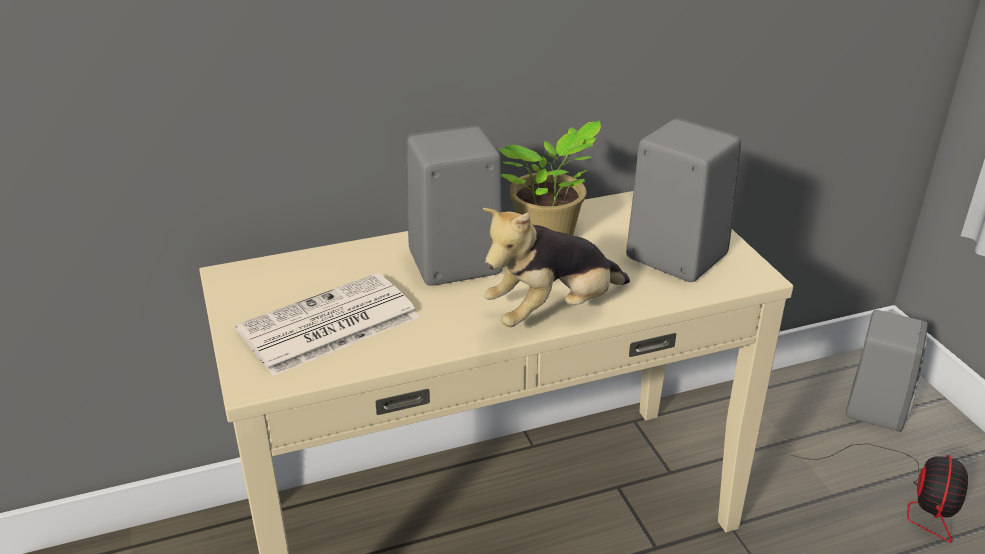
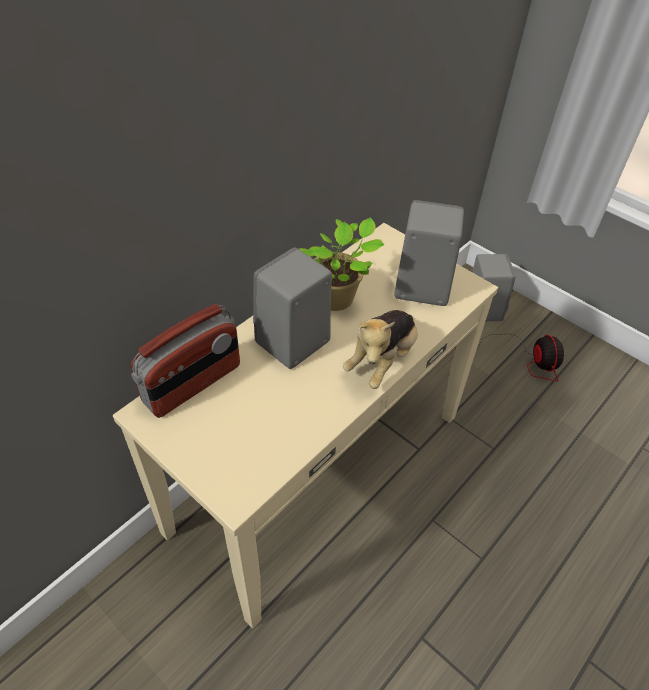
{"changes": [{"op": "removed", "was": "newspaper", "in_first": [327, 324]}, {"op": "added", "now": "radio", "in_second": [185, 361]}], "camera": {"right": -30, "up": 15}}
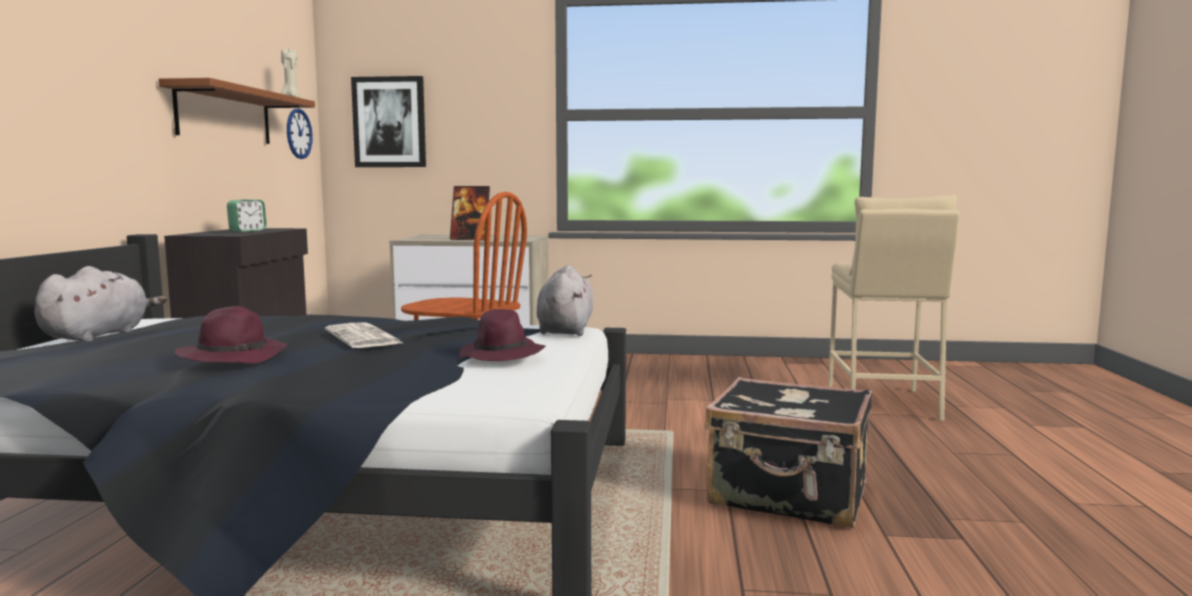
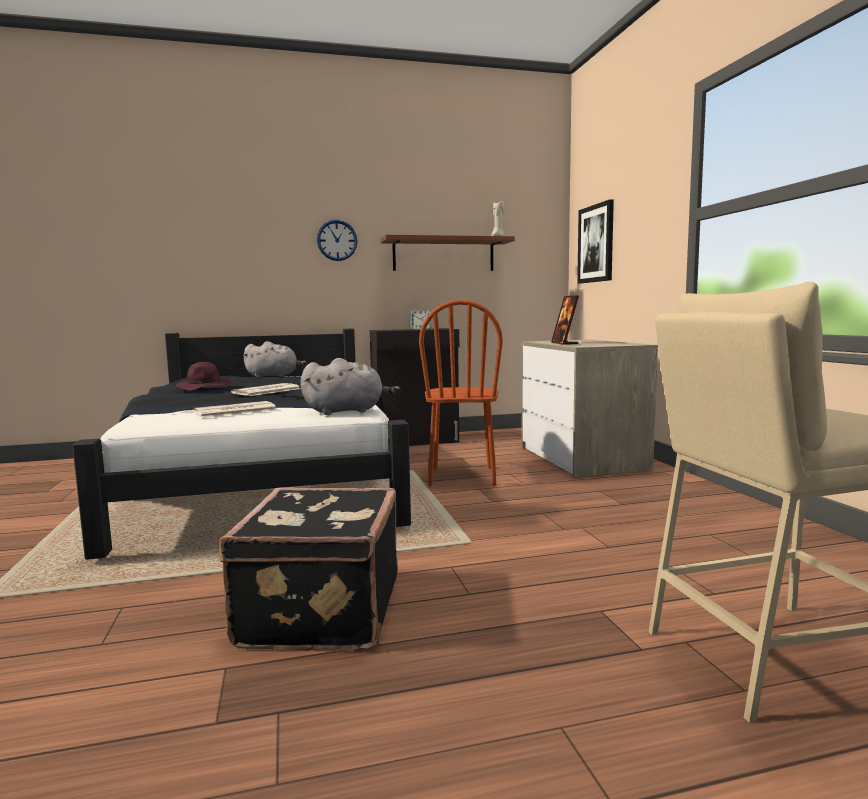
{"changes": [{"op": "moved", "was": "wall clock", "in_first": [300, 133], "in_second": [337, 240]}, {"op": "replaced", "was": "purple hat", "now": "newspaper", "in_first": [502, 335], "in_second": [235, 409]}], "camera": {"right": 70, "up": 0}}
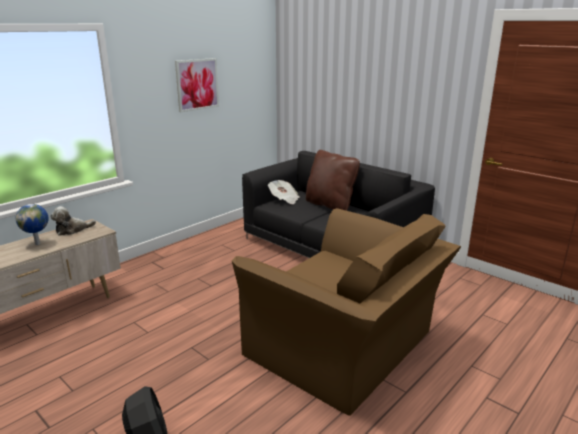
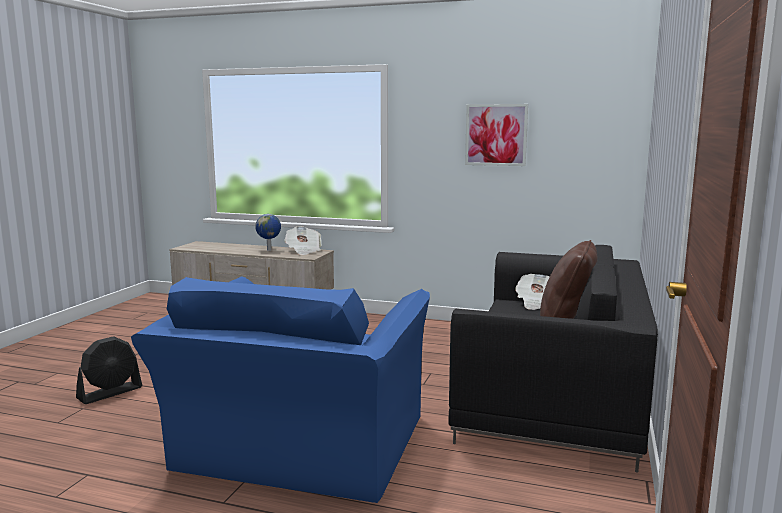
{"changes": [{"op": "replaced", "was": "plush toy", "now": "newspaper", "in_first": [73, 221], "in_second": [302, 240]}, {"op": "recoloured", "was": "brown armchair", "now": "blue armchair", "in_first": [346, 312], "in_second": [280, 389]}], "camera": {"right": 65, "up": -10}}
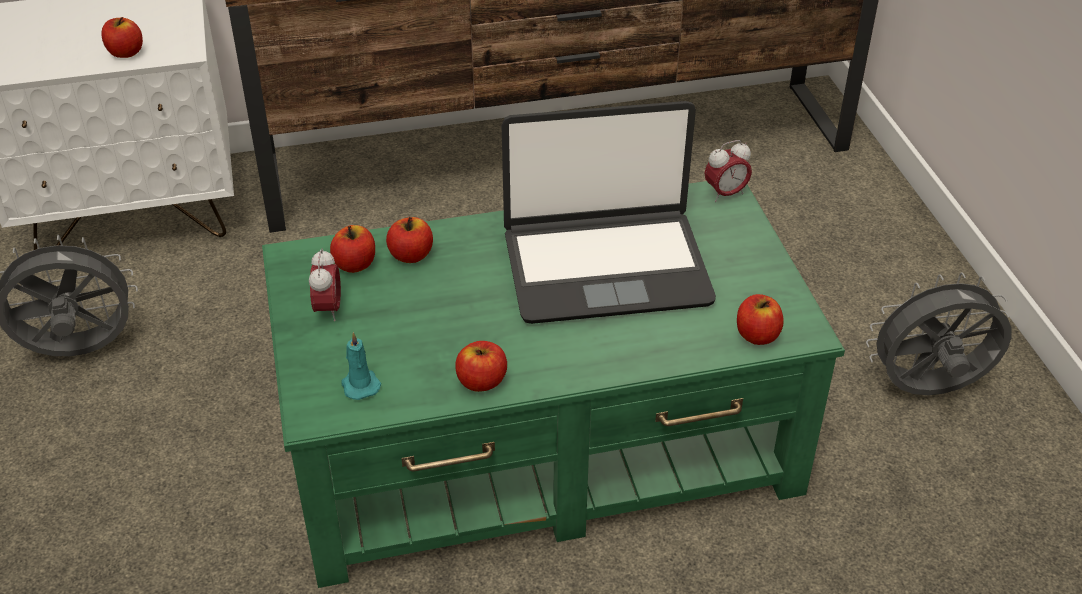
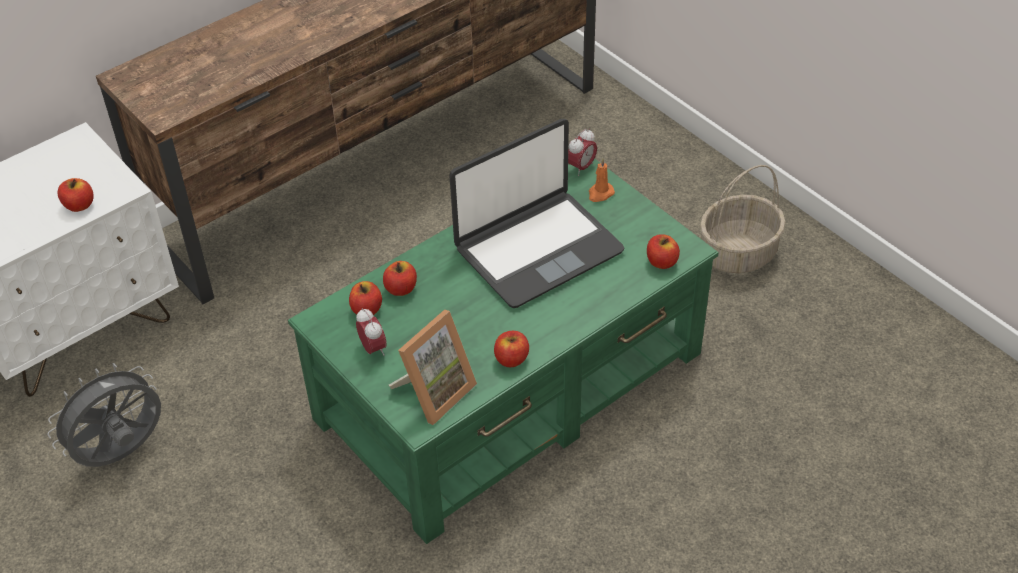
{"changes": [{"op": "replaced", "was": "turquoise candle", "now": "picture frame", "in_first": [361, 366], "in_second": [433, 367]}, {"op": "replaced", "was": "grey fan", "now": "basket", "in_first": [938, 333], "in_second": [742, 219]}, {"op": "added", "now": "orange candle", "in_second": [602, 180]}], "camera": {"right": -25, "up": 5}}
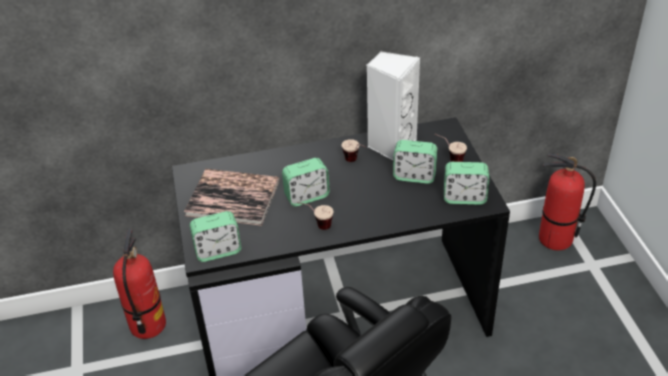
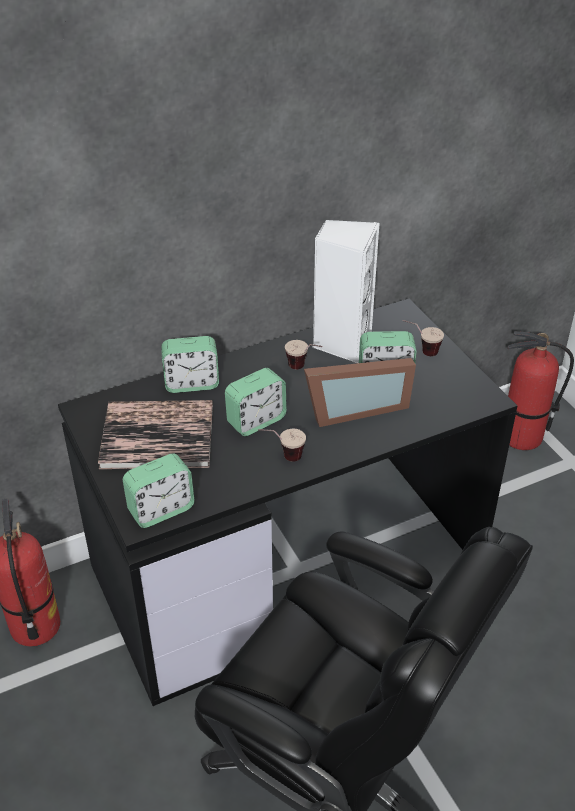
{"changes": [{"op": "moved", "was": "alarm clock", "in_first": [466, 183], "in_second": [190, 364]}, {"op": "added", "now": "picture frame", "in_second": [360, 392]}], "camera": {"right": -15, "up": 0}}
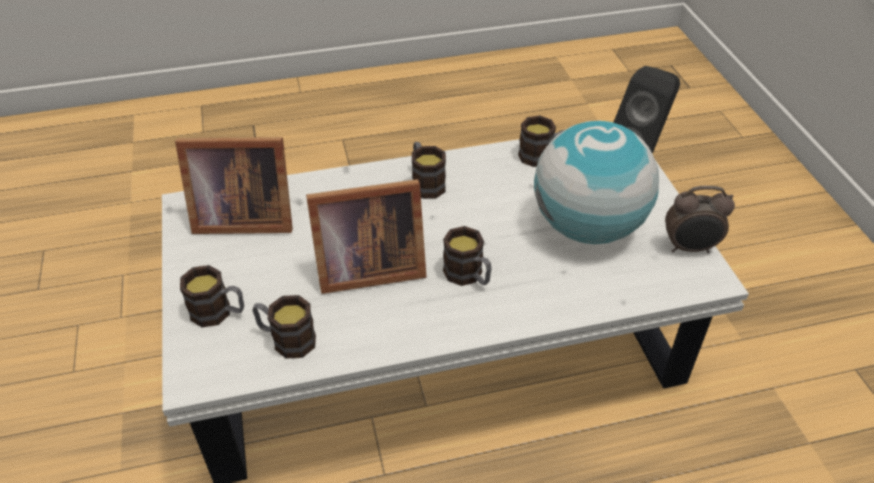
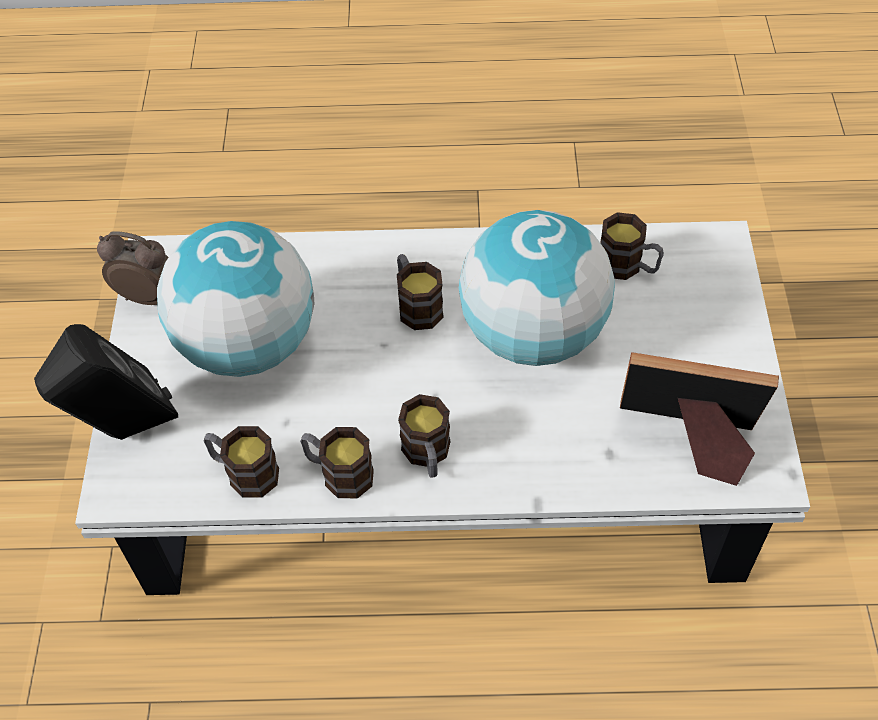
{"changes": [{"op": "moved", "was": "mug", "in_first": [212, 296], "in_second": [337, 462]}, {"op": "replaced", "was": "picture frame", "now": "globe", "in_first": [366, 236], "in_second": [537, 288]}], "camera": {"right": -165, "up": 10}}
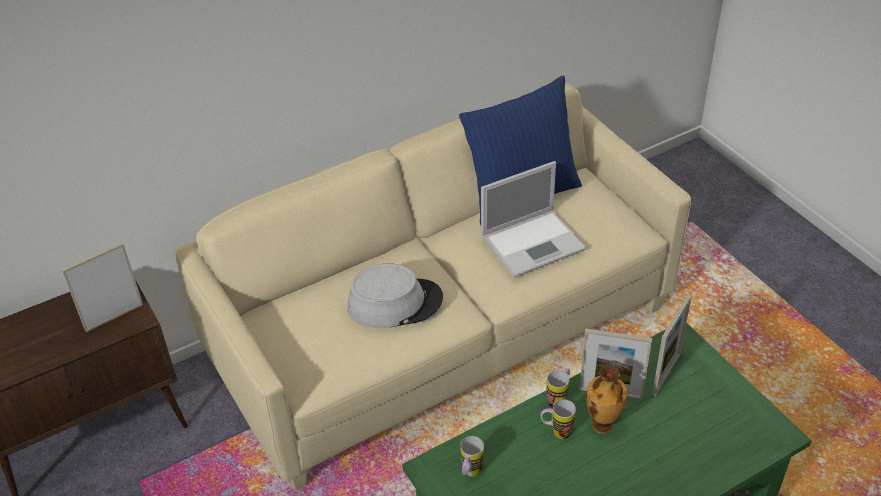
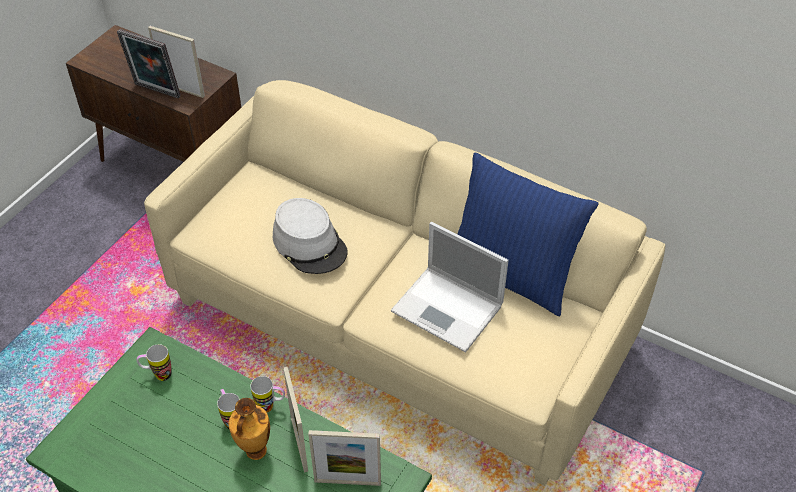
{"changes": [{"op": "added", "now": "picture frame", "in_second": [149, 64]}], "camera": {"right": 60, "up": 5}}
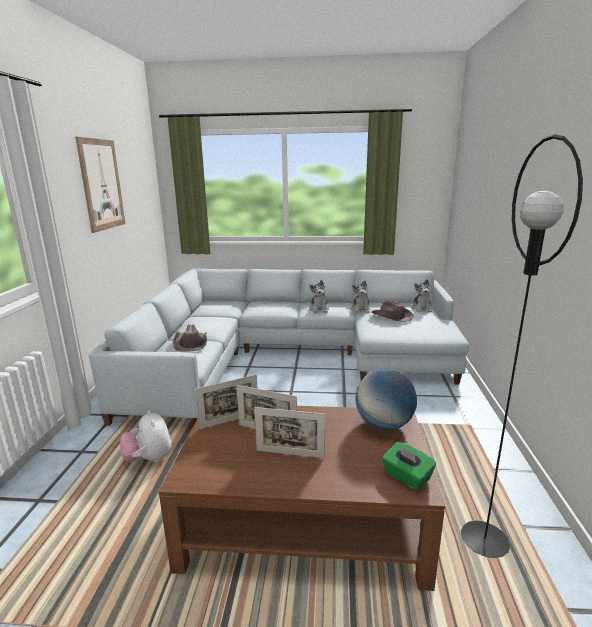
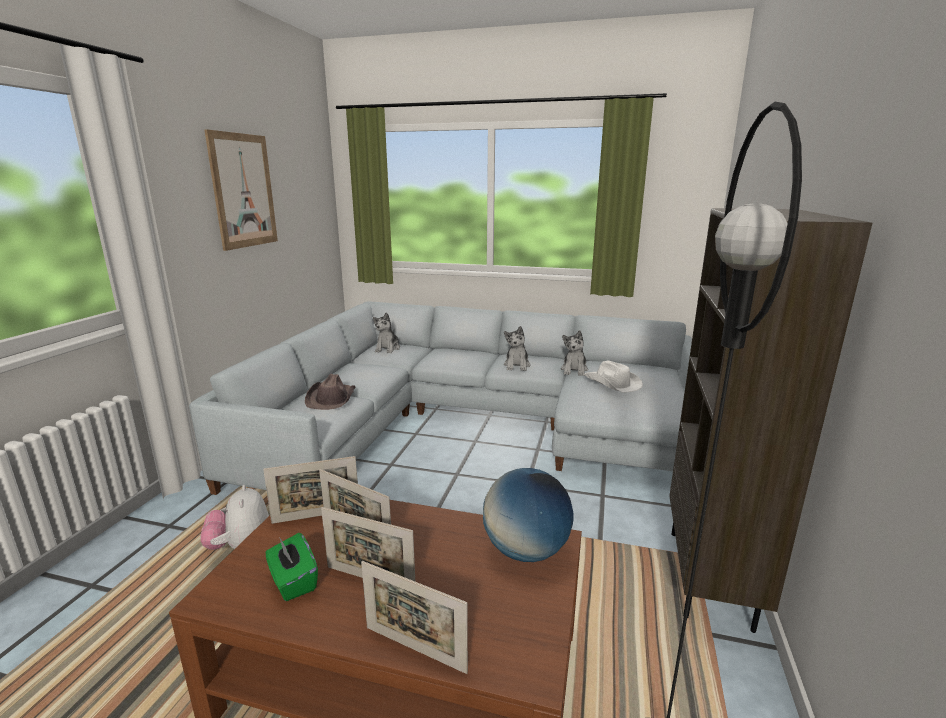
{"changes": [{"op": "recoloured", "was": "brown hat", "now": "white hat", "in_first": [392, 311], "in_second": [613, 377]}, {"op": "moved", "was": "green tissue box", "in_first": [409, 466], "in_second": [292, 567]}, {"op": "moved", "was": "plush toy", "in_first": [421, 295], "in_second": [386, 332]}, {"op": "added", "now": "picture frame", "in_second": [414, 617]}, {"op": "added", "now": "brown bookcase", "in_second": [770, 420]}], "camera": {"right": 10, "up": 0}}
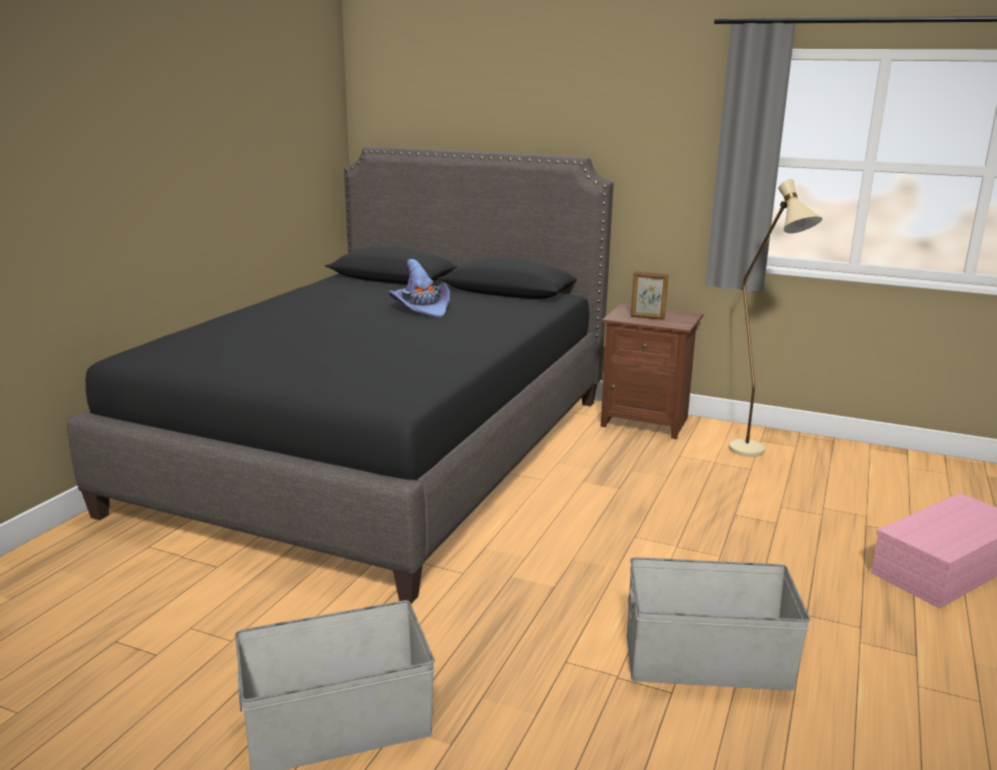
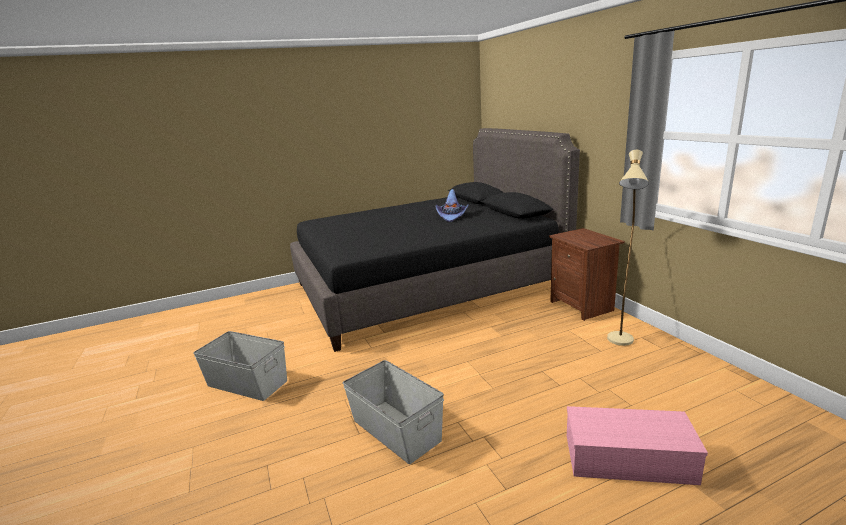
{"changes": [{"op": "removed", "was": "picture frame", "in_first": [650, 295]}], "camera": {"right": 45, "up": 0}}
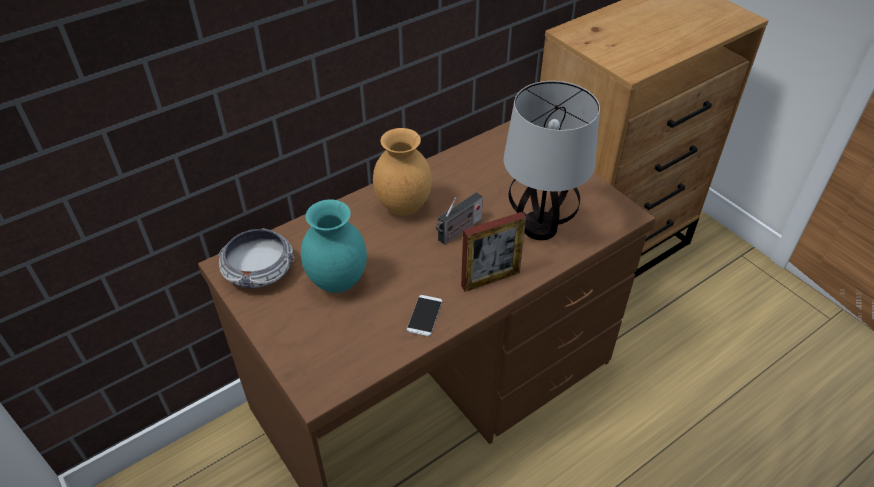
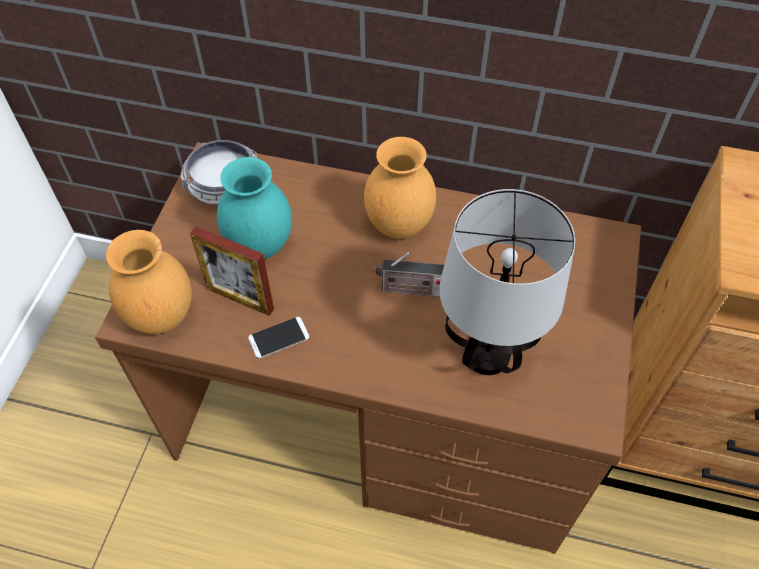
{"changes": [{"op": "moved", "was": "picture frame", "in_first": [493, 252], "in_second": [232, 271]}, {"op": "added", "now": "brown vase", "in_second": [149, 282]}], "camera": {"right": 50, "up": 10}}
